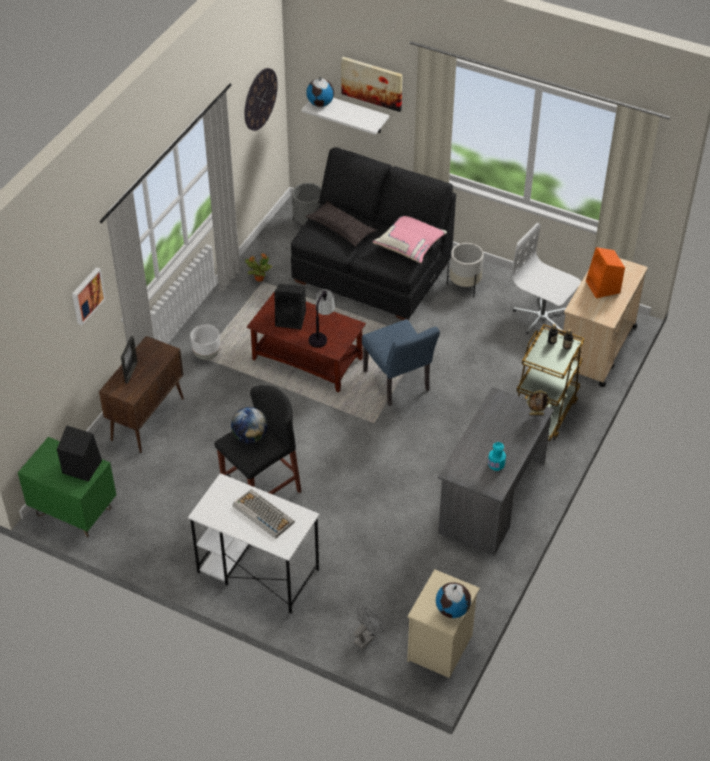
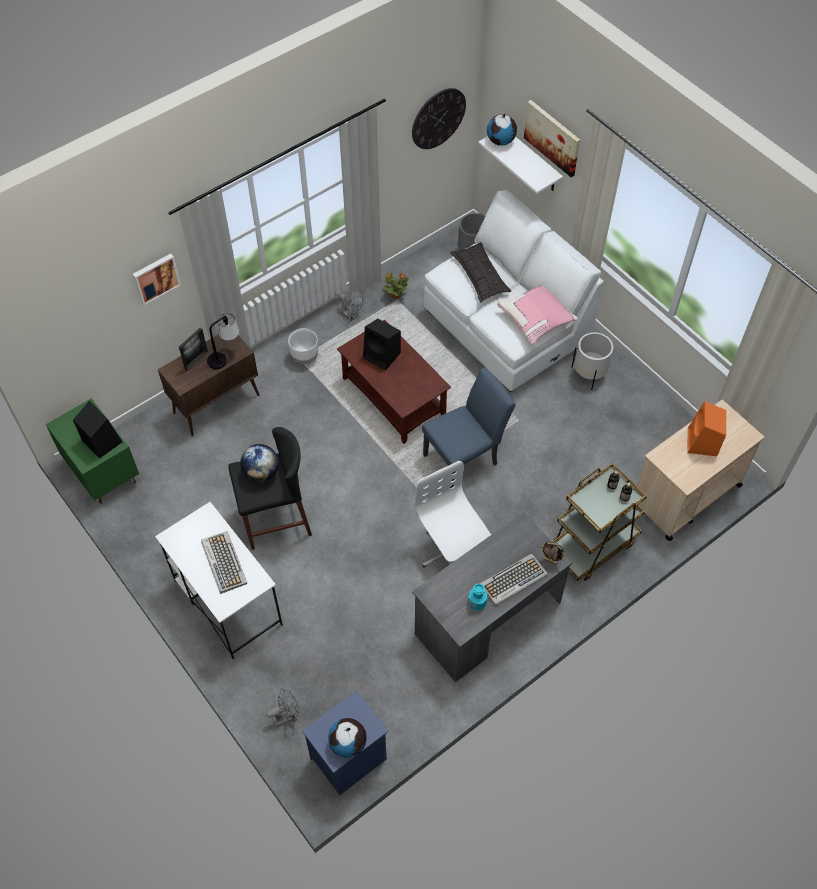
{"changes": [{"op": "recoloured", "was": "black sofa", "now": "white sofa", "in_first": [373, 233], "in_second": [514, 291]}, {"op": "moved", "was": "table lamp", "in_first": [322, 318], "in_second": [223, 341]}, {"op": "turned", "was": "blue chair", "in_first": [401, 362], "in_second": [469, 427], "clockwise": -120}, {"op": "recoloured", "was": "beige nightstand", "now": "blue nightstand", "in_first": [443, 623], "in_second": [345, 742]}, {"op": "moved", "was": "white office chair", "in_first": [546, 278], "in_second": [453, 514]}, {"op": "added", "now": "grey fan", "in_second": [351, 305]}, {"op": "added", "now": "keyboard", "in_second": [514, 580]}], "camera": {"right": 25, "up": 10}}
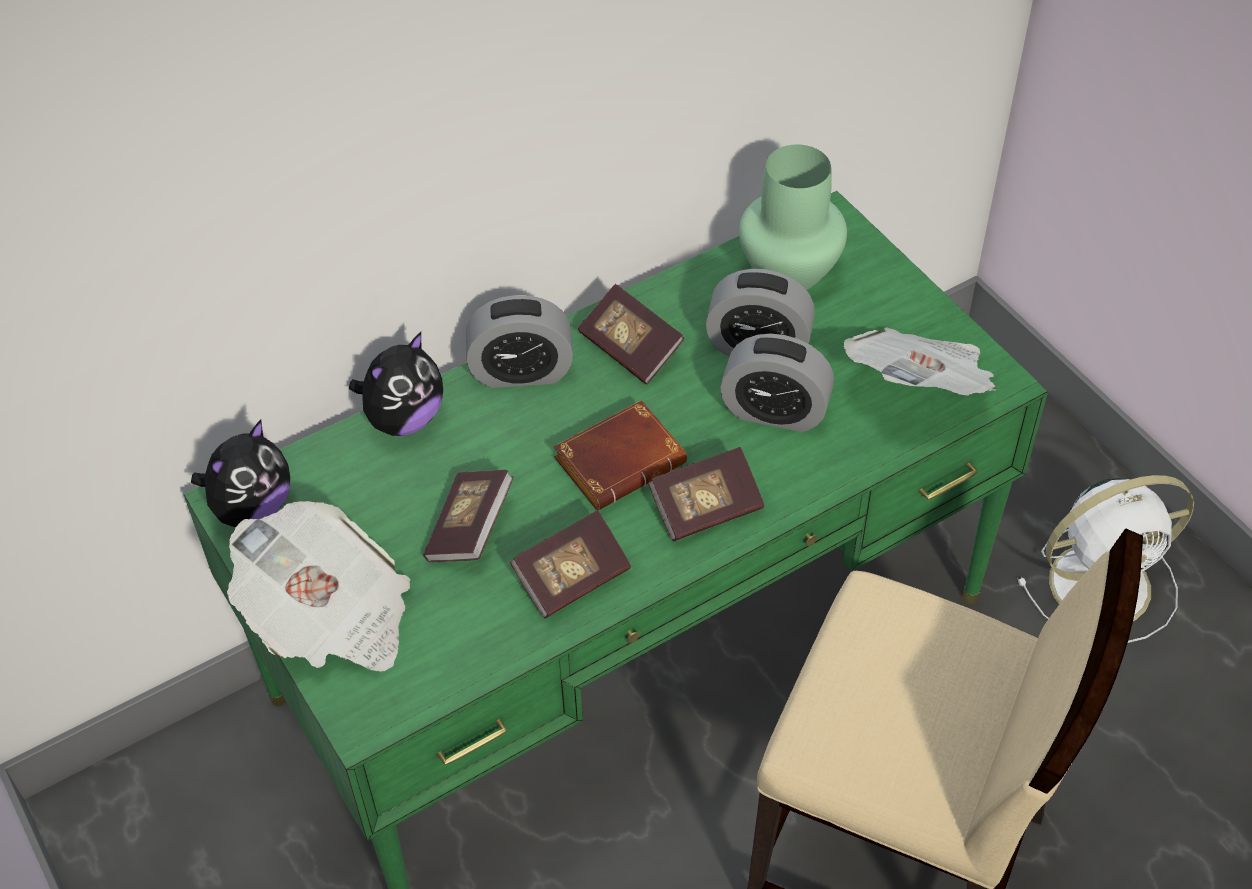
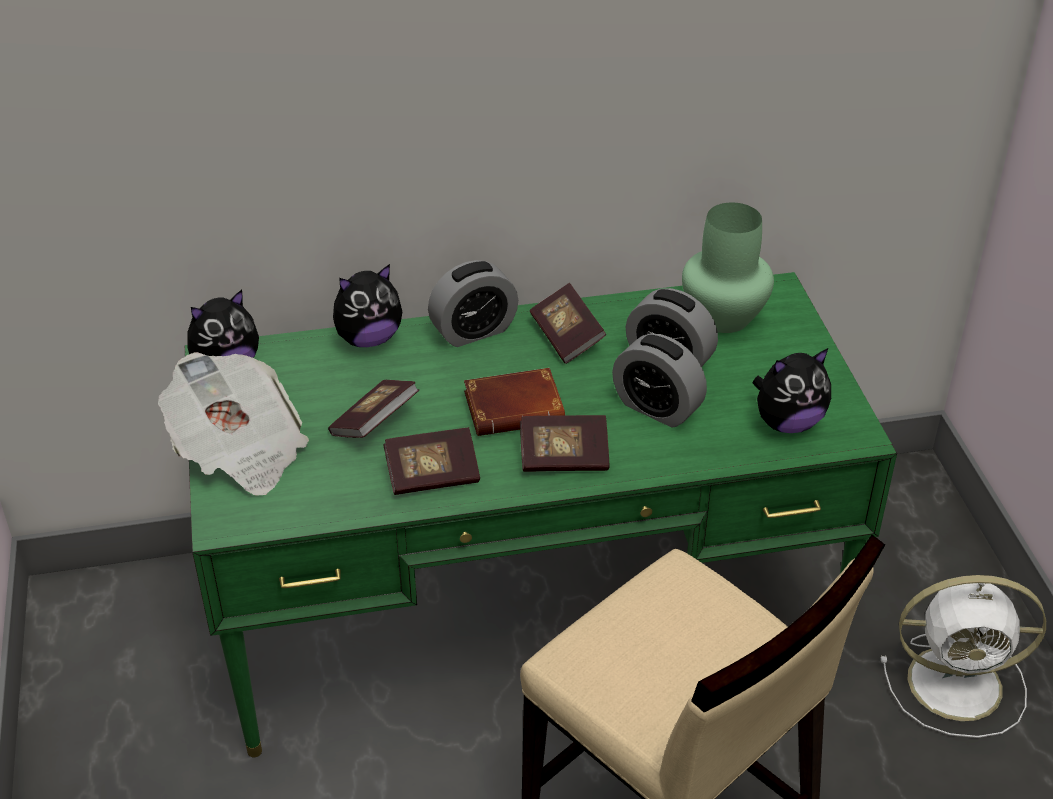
{"changes": [{"op": "turned", "was": "alarm clock", "in_first": [519, 341], "in_second": [473, 303], "clockwise": -45}, {"op": "replaced", "was": "newspaper", "now": "plush toy", "in_first": [919, 361], "in_second": [791, 390]}], "camera": {"right": 20, "up": -10}}
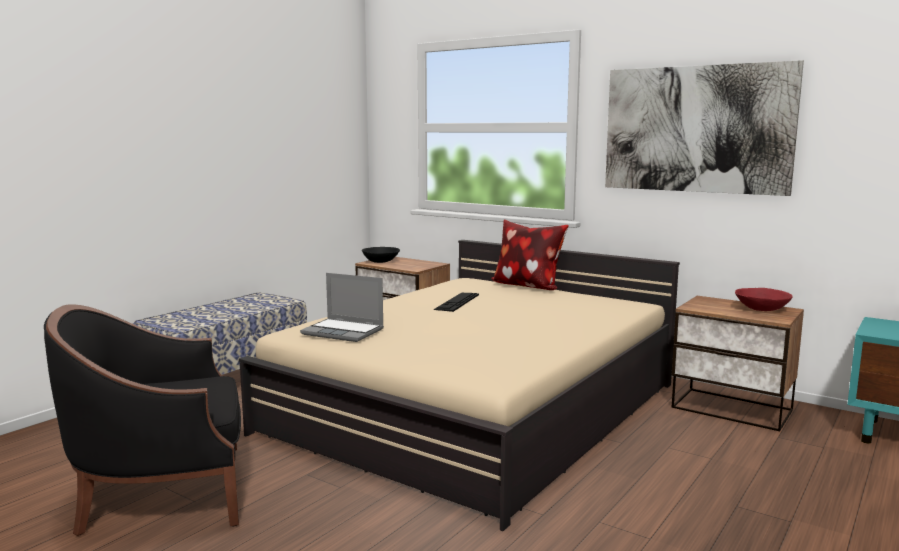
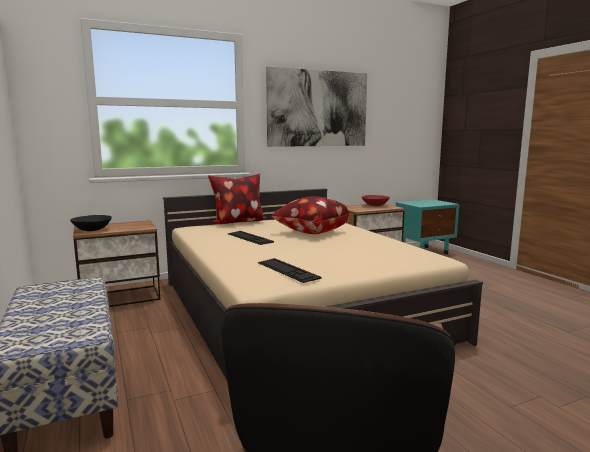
{"changes": [{"op": "replaced", "was": "laptop", "now": "keyboard", "in_first": [342, 307], "in_second": [289, 270]}, {"op": "added", "now": "pillow", "in_second": [310, 215]}], "camera": {"right": -60, "up": 0}}
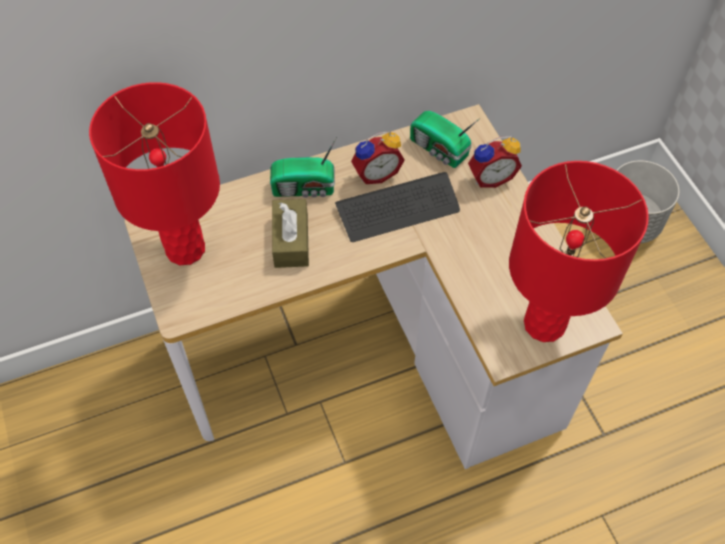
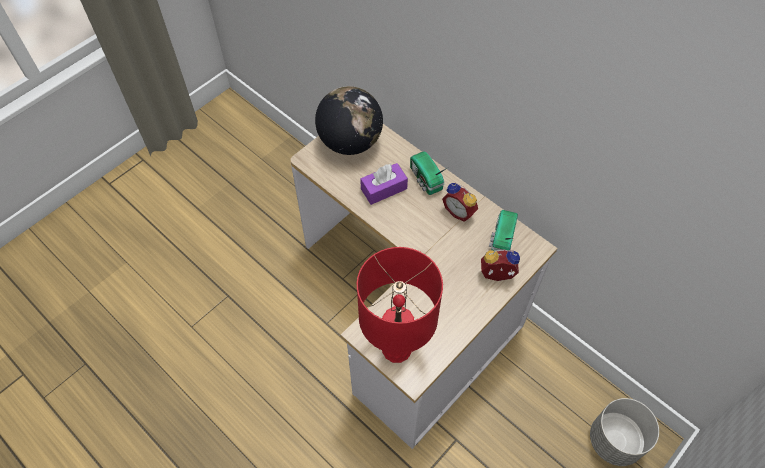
{"changes": [{"op": "replaced", "was": "red table lamp", "now": "globe", "in_first": [154, 173], "in_second": [349, 120]}, {"op": "recoloured", "was": "brown tissue box", "now": "purple tissue box", "in_first": [290, 233], "in_second": [384, 184]}, {"op": "removed", "was": "keyboard", "in_first": [397, 207]}, {"op": "turned", "was": "alarm clock", "in_first": [495, 162], "in_second": [500, 265], "clockwise": 135}], "camera": {"right": 65, "up": 0}}
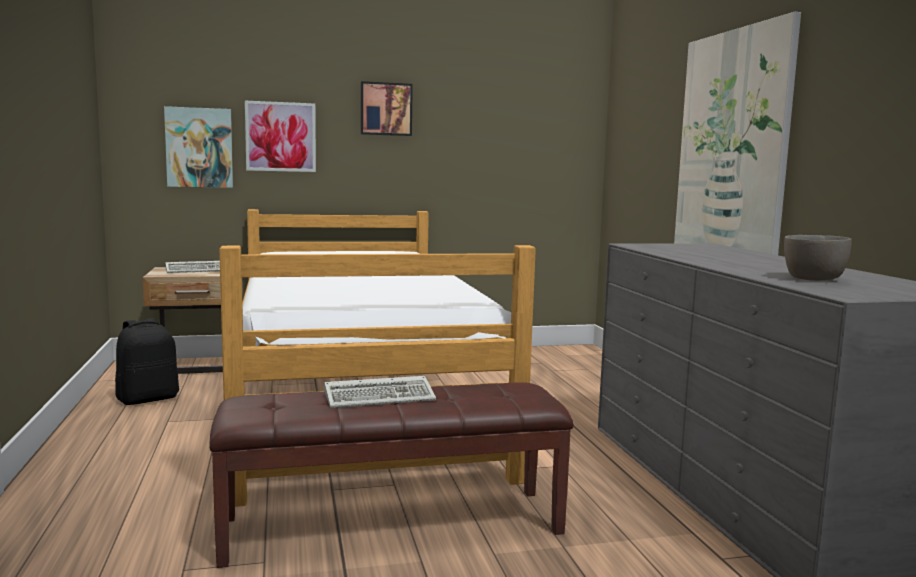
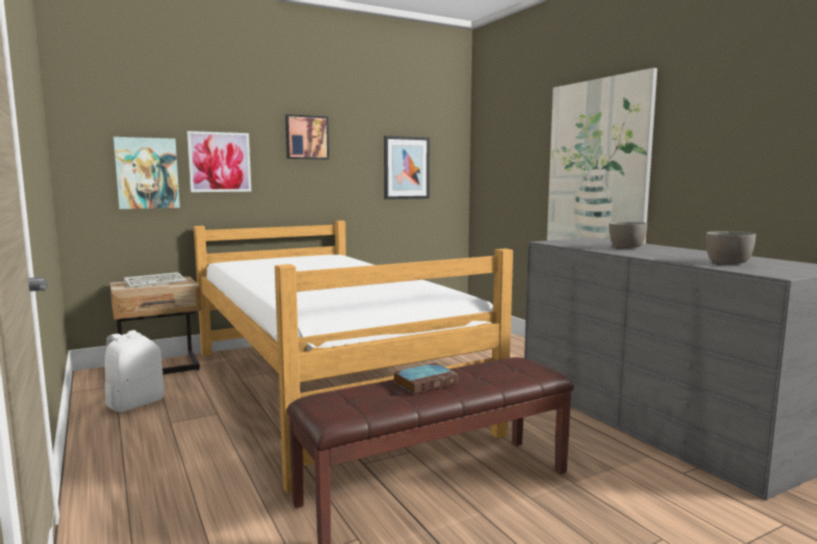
{"changes": [{"op": "recoloured", "was": "black backpack", "now": "white backpack", "in_first": [147, 361], "in_second": [134, 371]}, {"op": "replaced", "was": "keyboard", "now": "book", "in_first": [380, 392], "in_second": [425, 378]}, {"op": "added", "now": "picture", "in_second": [407, 167]}, {"op": "added", "now": "grey bowl", "in_second": [628, 235]}], "camera": {"right": -15, "up": 0}}
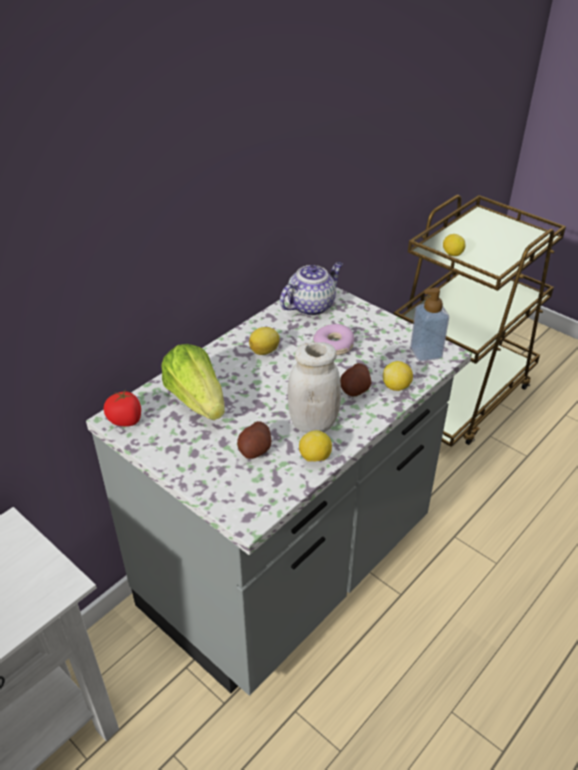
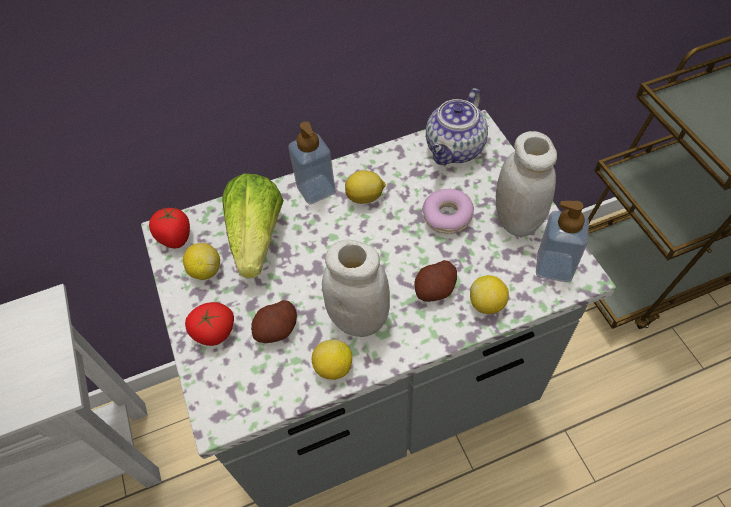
{"changes": [{"op": "turned", "was": "teapot", "in_first": [311, 289], "in_second": [457, 126], "clockwise": 135}, {"op": "moved", "was": "lemon", "in_first": [454, 245], "in_second": [201, 261]}, {"op": "added", "now": "tomato", "in_second": [209, 324]}, {"op": "added", "now": "soap dispenser", "in_second": [312, 162]}, {"op": "added", "now": "white jar", "in_second": [526, 184]}], "camera": {"right": 30, "up": 15}}
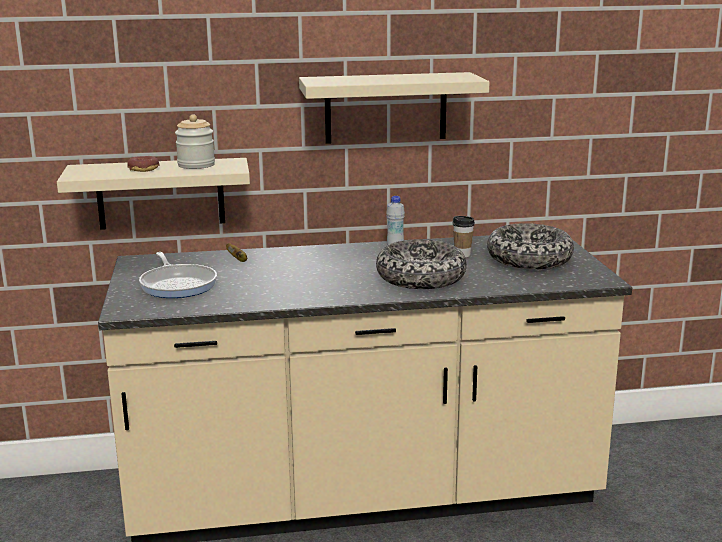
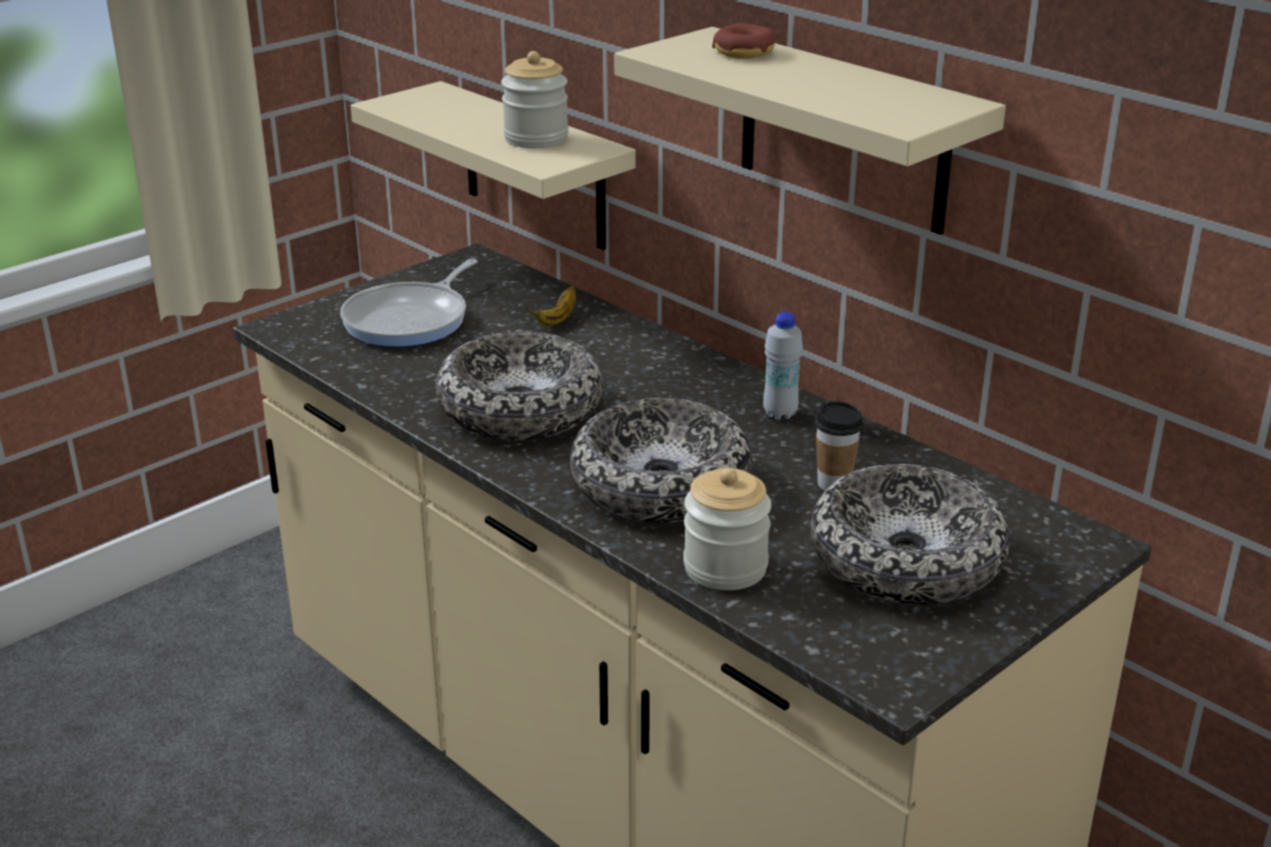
{"changes": [{"op": "moved", "was": "donut", "in_first": [143, 164], "in_second": [744, 41]}, {"op": "added", "now": "bowl", "in_second": [519, 385]}, {"op": "added", "now": "jar", "in_second": [727, 529]}], "camera": {"right": 55, "up": 10}}
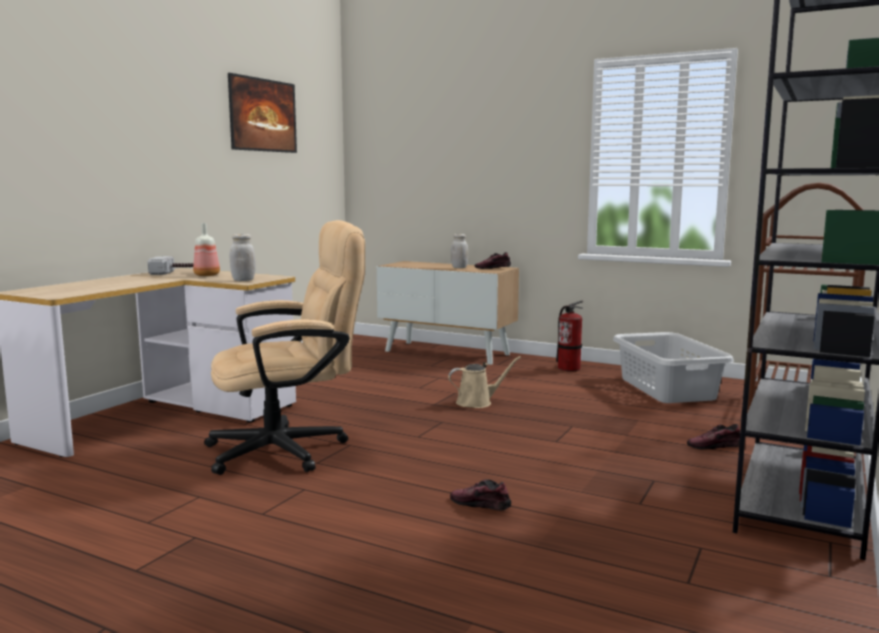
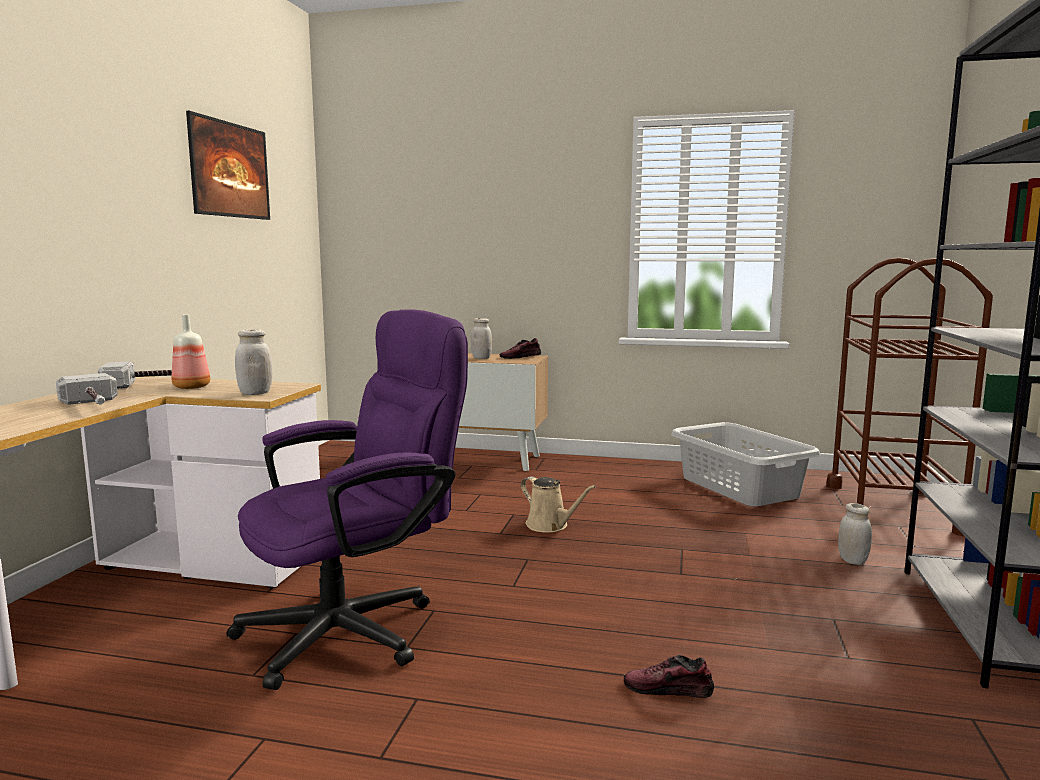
{"changes": [{"op": "recoloured", "was": "beige office chair", "now": "purple office chair", "in_first": [284, 347], "in_second": [347, 499]}, {"op": "turned", "was": "beige watering can", "in_first": [484, 382], "in_second": [558, 504], "clockwise": 75}, {"op": "removed", "was": "fire extinguisher", "in_first": [570, 336]}, {"op": "replaced", "was": "shoe", "now": "white jar", "in_first": [713, 437], "in_second": [855, 534]}, {"op": "added", "now": "hammer", "in_second": [87, 389]}], "camera": {"right": -15, "up": 0}}
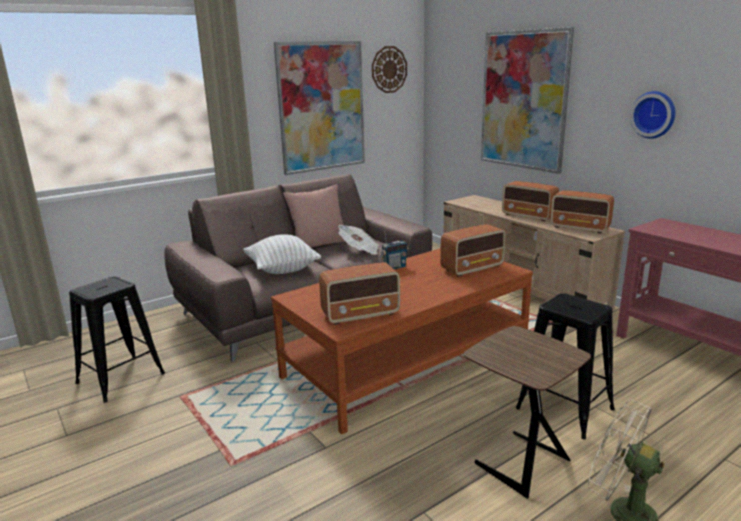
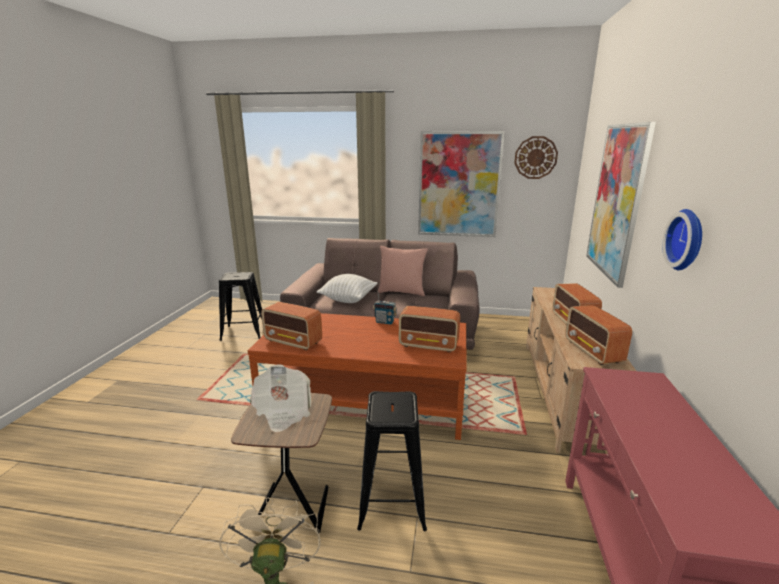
{"changes": [{"op": "moved", "was": "newspaper", "in_first": [358, 240], "in_second": [280, 398]}], "camera": {"right": 45, "up": 0}}
